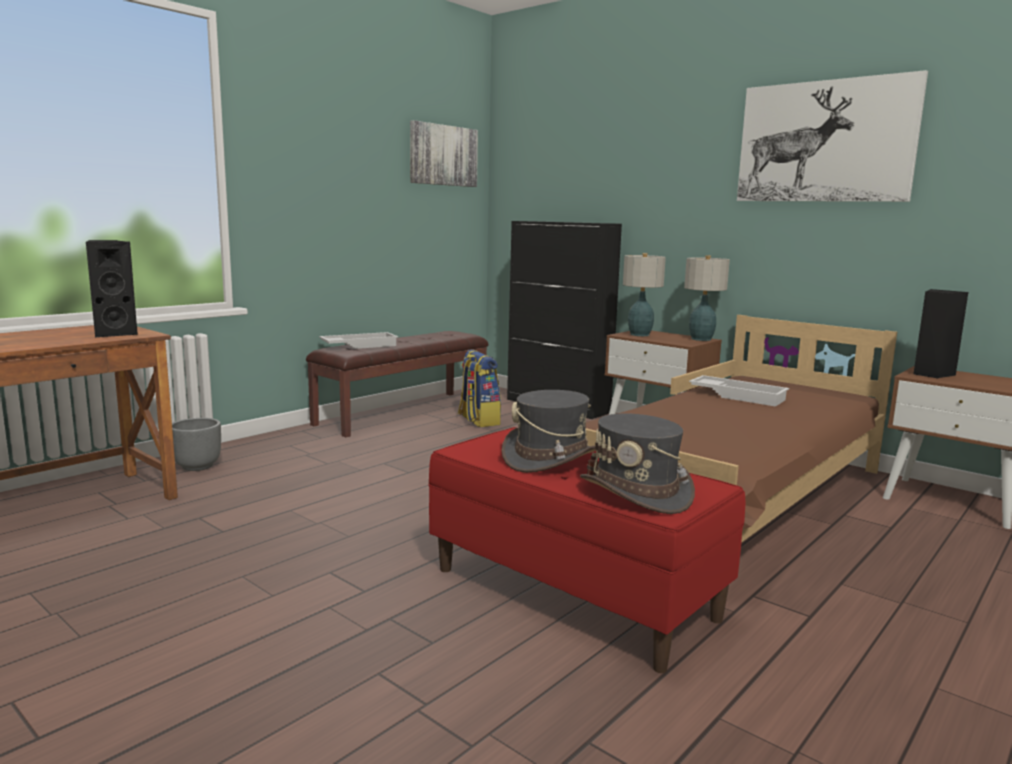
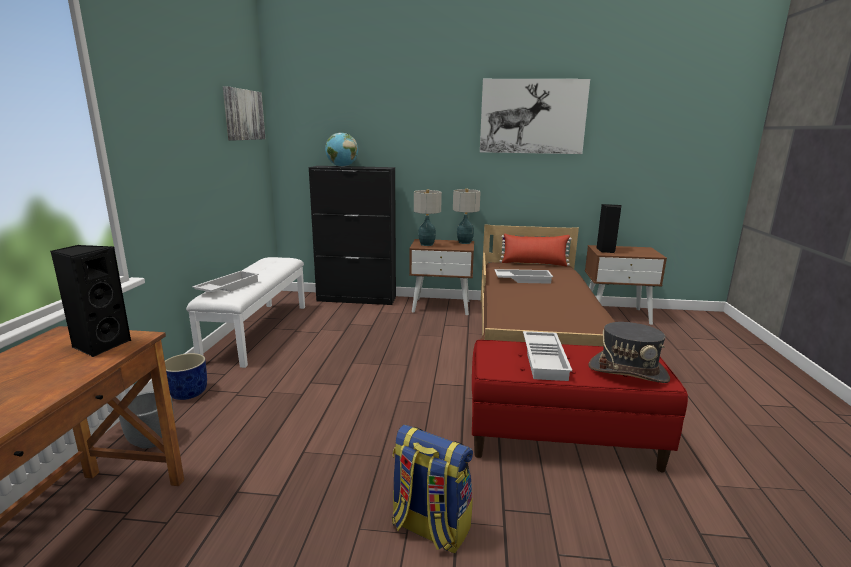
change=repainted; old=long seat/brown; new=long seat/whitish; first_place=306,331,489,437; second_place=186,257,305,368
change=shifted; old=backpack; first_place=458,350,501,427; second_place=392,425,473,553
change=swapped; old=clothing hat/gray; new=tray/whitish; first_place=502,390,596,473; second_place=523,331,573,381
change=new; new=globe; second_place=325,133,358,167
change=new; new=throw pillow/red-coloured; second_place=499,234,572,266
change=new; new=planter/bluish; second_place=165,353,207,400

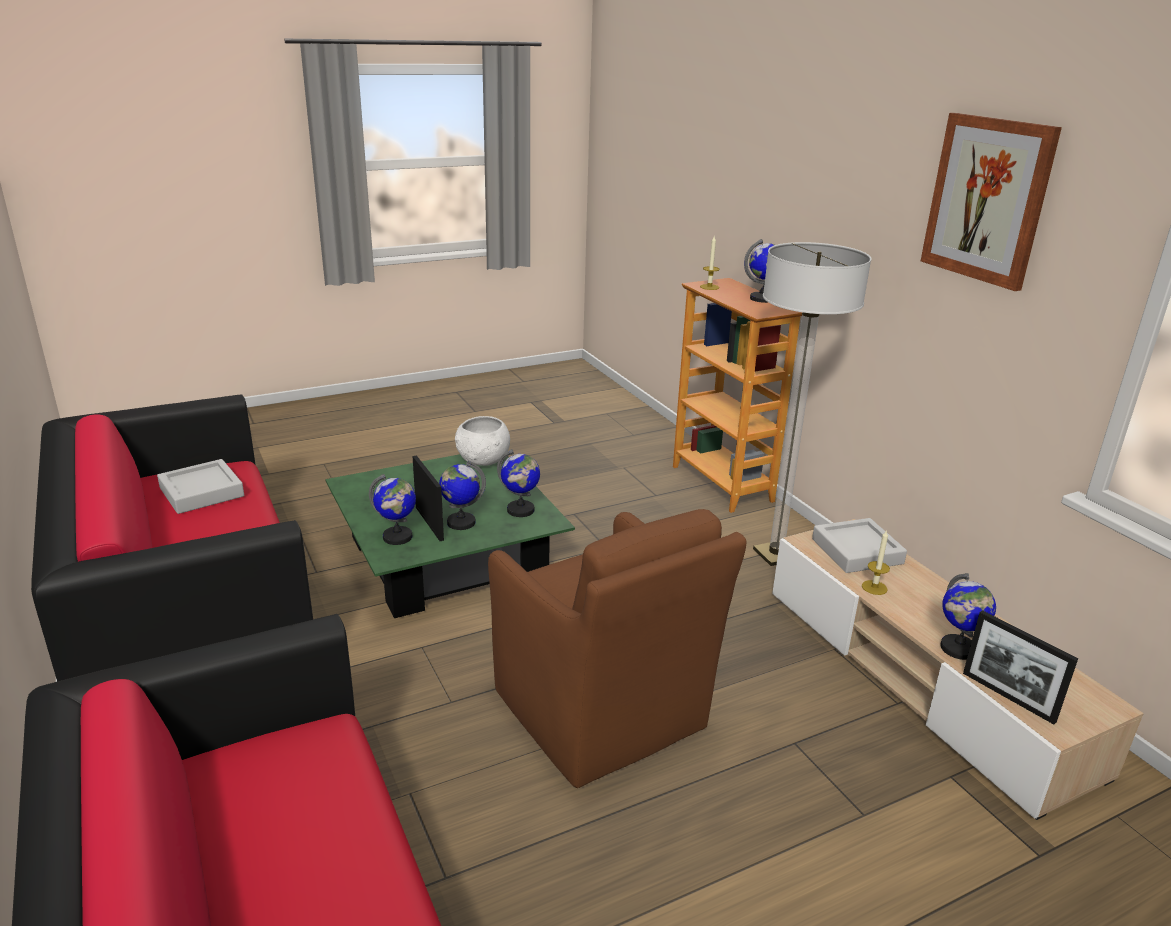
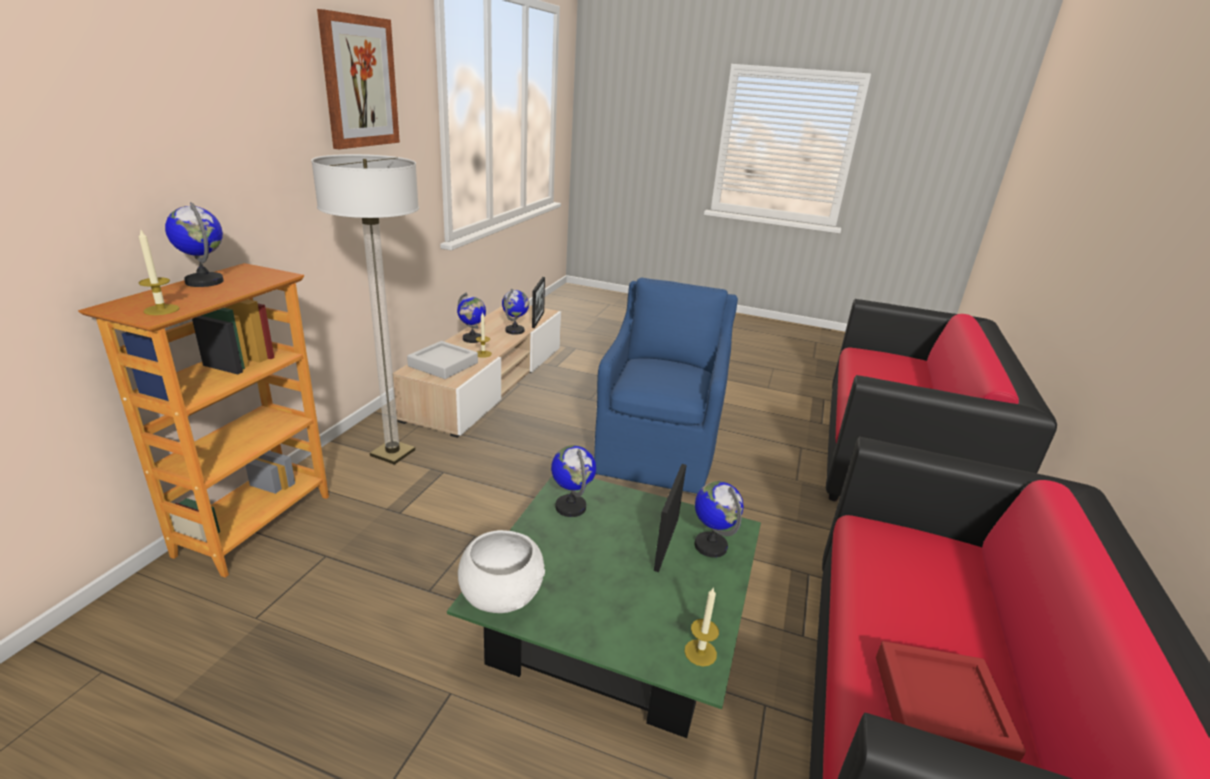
change=repainted; old=tray/gray; new=tray/red-coloured; first_place=157,459,244,514; second_place=876,641,1026,762
change=shifted; old=globe; first_place=439,461,486,530; second_place=457,292,486,343
change=repainted; old=armchair/brown; new=armchair/bluish; first_place=488,509,746,788; second_place=594,278,738,494
change=new; new=wax candle; second_place=684,588,719,666

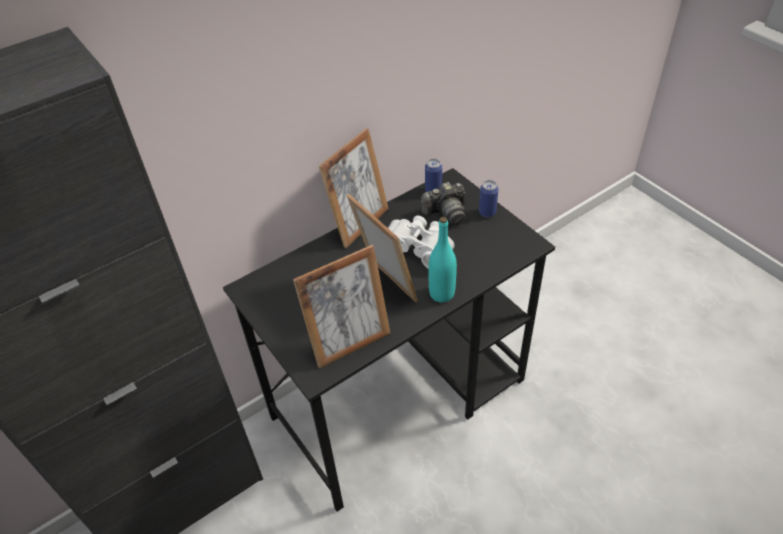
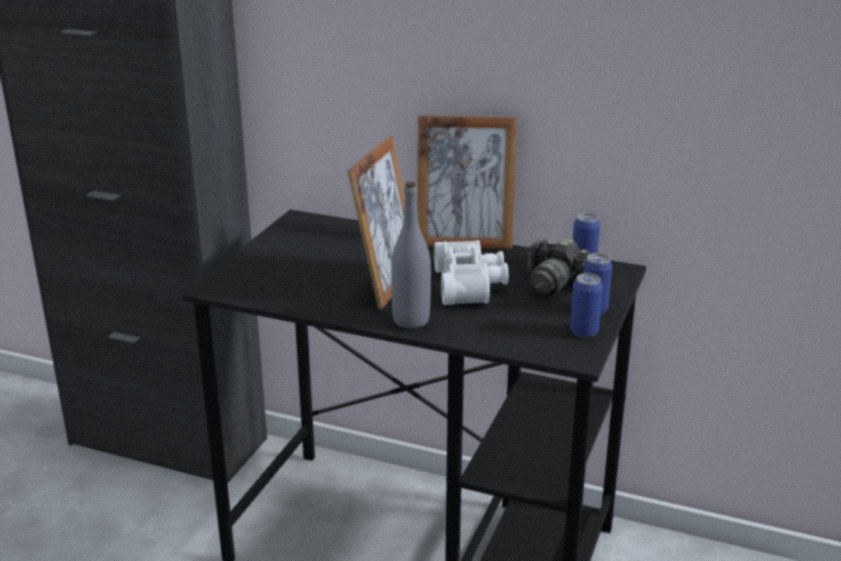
change=repainted; old=drink bottle/turquoise-coloured; new=drink bottle/gray; first_place=429,217,457,302; second_place=391,182,431,328
change=gone; old=photo frame; first_place=293,245,391,369
change=new; new=can; second_place=570,273,603,337

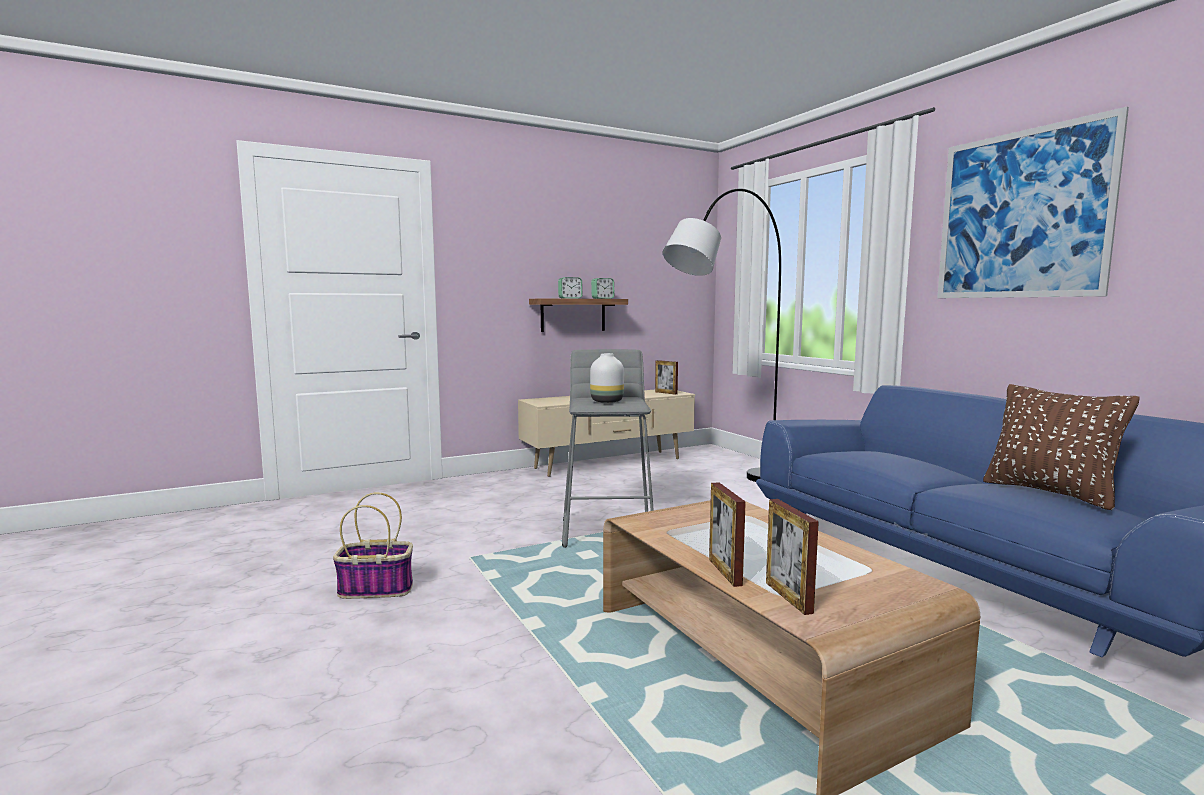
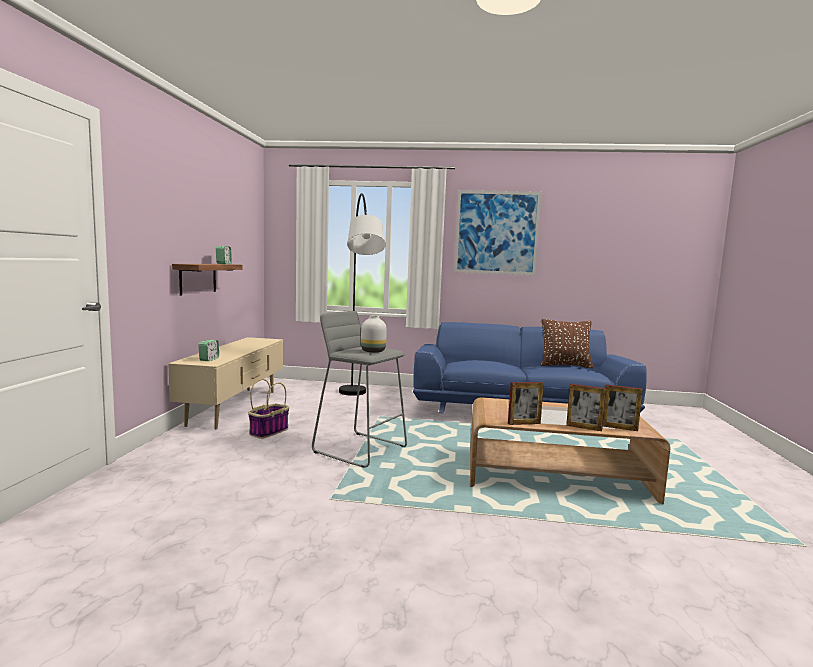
change=shifted; old=alarm clock; first_place=558,277,582,299; second_place=199,340,219,361
change=shifted; old=photo frame; first_place=655,360,678,395; second_place=508,382,544,425
change=shifted; old=storage basket; first_place=333,492,413,599; second_place=248,379,289,439

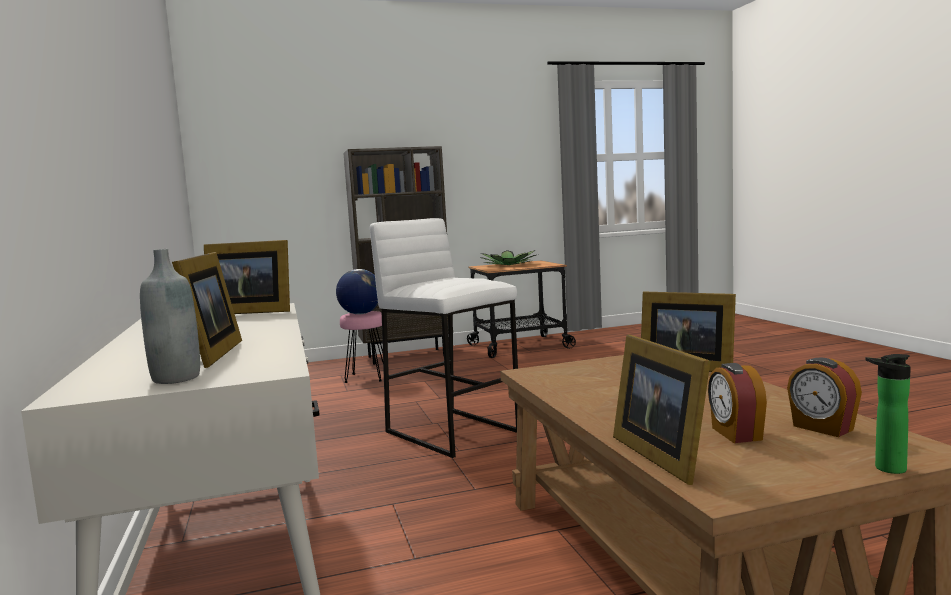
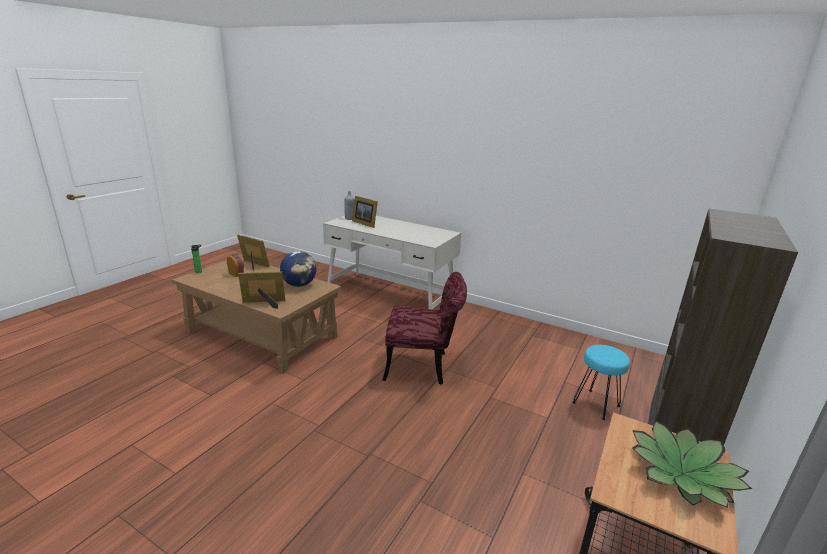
change=swapped; old=stool/whitish; new=chair/red-coloured; first_place=370,218,518,458; second_place=382,272,467,385
change=gone; old=photo frame; first_place=204,240,290,314
change=shifted; old=globe; first_place=336,269,378,314; second_place=280,251,316,287
change=repainted; old=stool/pink-coloured; new=stool/turquoise-coloured; first_place=340,311,383,383; second_place=572,345,630,420
change=gone; old=alarm clock; first_place=787,358,862,437

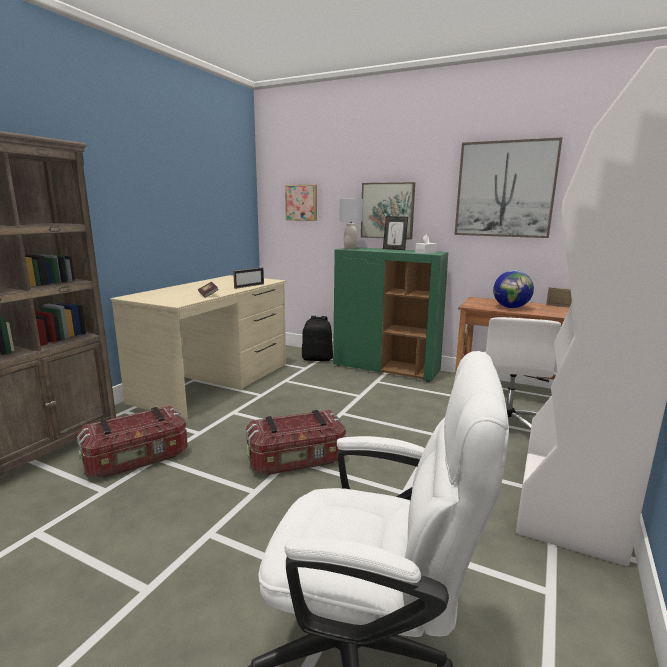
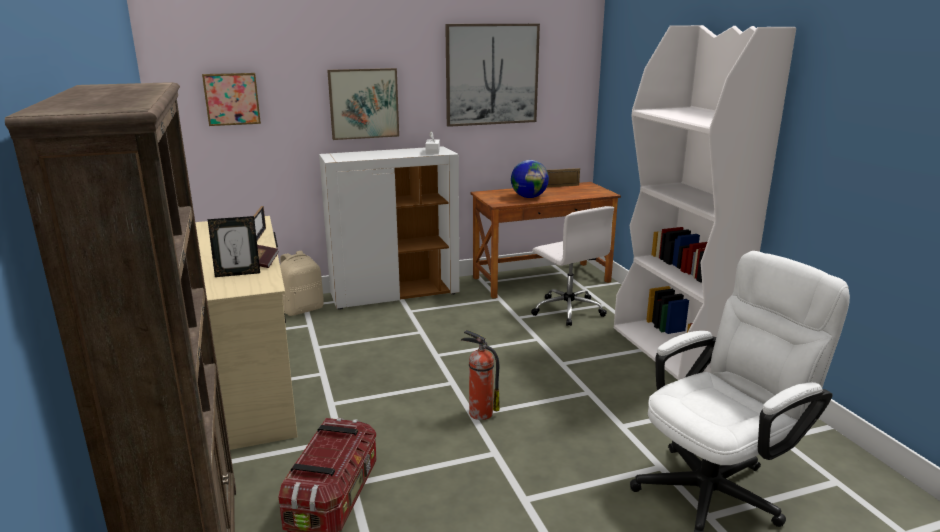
change=gone; old=lamp for a table/gray; first_place=339,199,363,249
change=shifted; old=photo frame; first_place=383,216,408,250; second_place=208,216,260,277
change=repainted; old=cabinet/green-coloured; new=cabinet/whitish; first_place=333,247,448,382; second_place=319,146,459,310
change=repainted; old=backpack/blackish; new=backpack/beige-coloured; first_place=302,316,333,361; second_place=280,251,324,316
change=swapped; old=storage bin; new=extinguisher; first_place=246,410,346,475; second_place=461,330,500,420

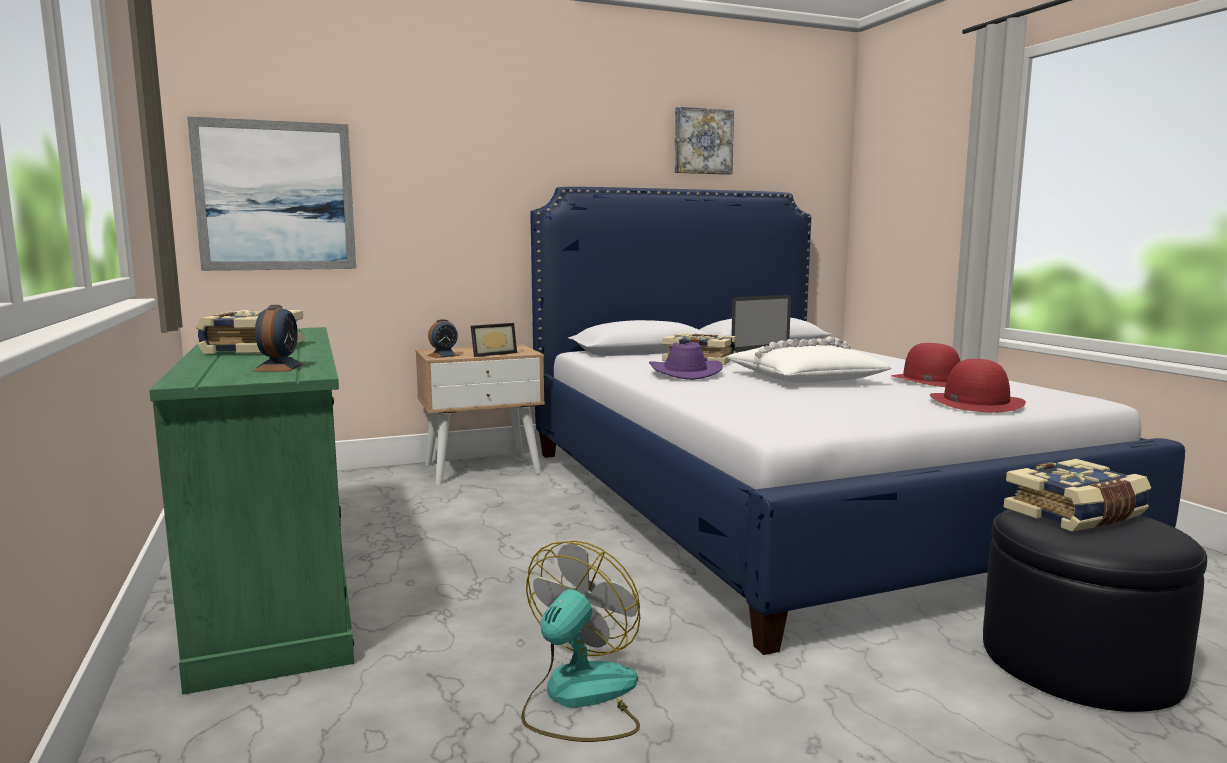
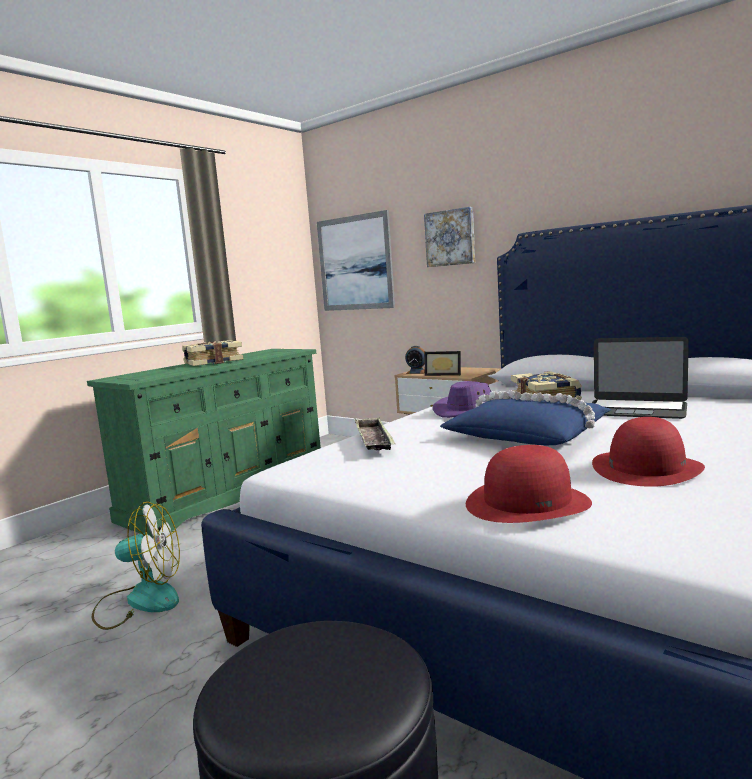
change=shifted; old=wall picture; first_place=674,107,734,175; second_place=424,207,475,267
change=gone; old=alarm clock; first_place=253,305,305,372
change=repainted; old=throw pillow/whitish; new=throw pillow/bluish; first_place=726,337,891,383; second_place=440,391,611,446
change=gone; old=book; first_place=1004,459,1151,531
change=new; new=tray; second_place=354,418,396,450

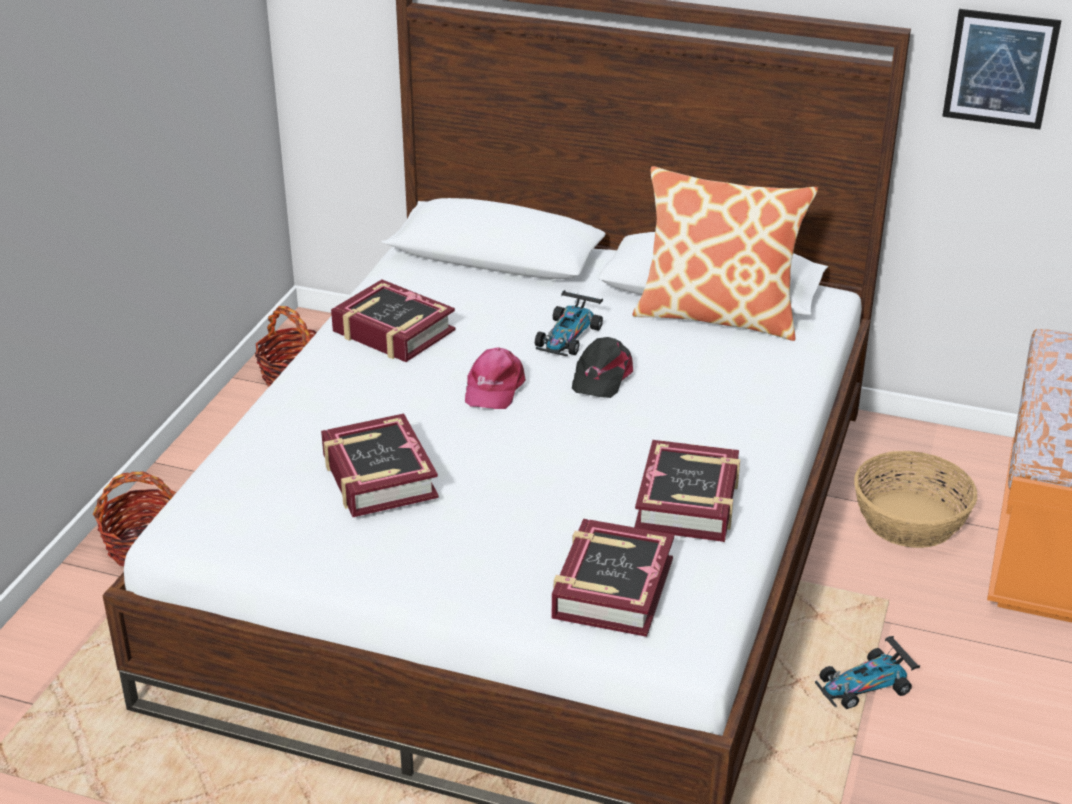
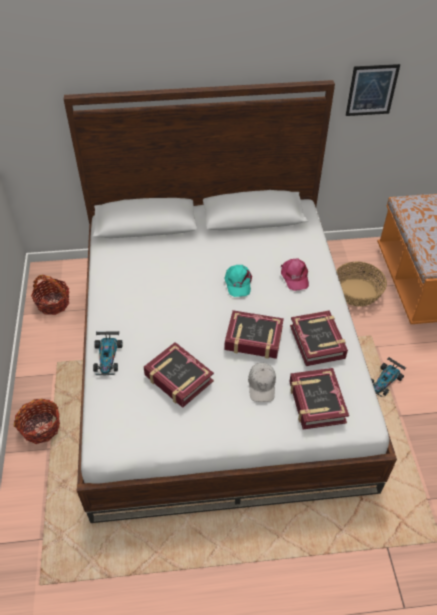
change=gone; old=throw pillow; first_place=632,166,818,341
change=shifted; old=book; first_place=331,279,455,362; second_place=225,310,284,359
change=shifted; old=model car; first_place=535,290,603,356; second_place=93,331,123,376
change=repainted; old=cap/blackish; new=cap/turquoise-coloured; first_place=572,337,633,398; second_place=224,265,252,297
change=shifted; old=cap/pink-coloured; first_place=465,347,526,409; second_place=280,258,309,291
change=new; new=cap/whitish; second_place=248,363,276,402

